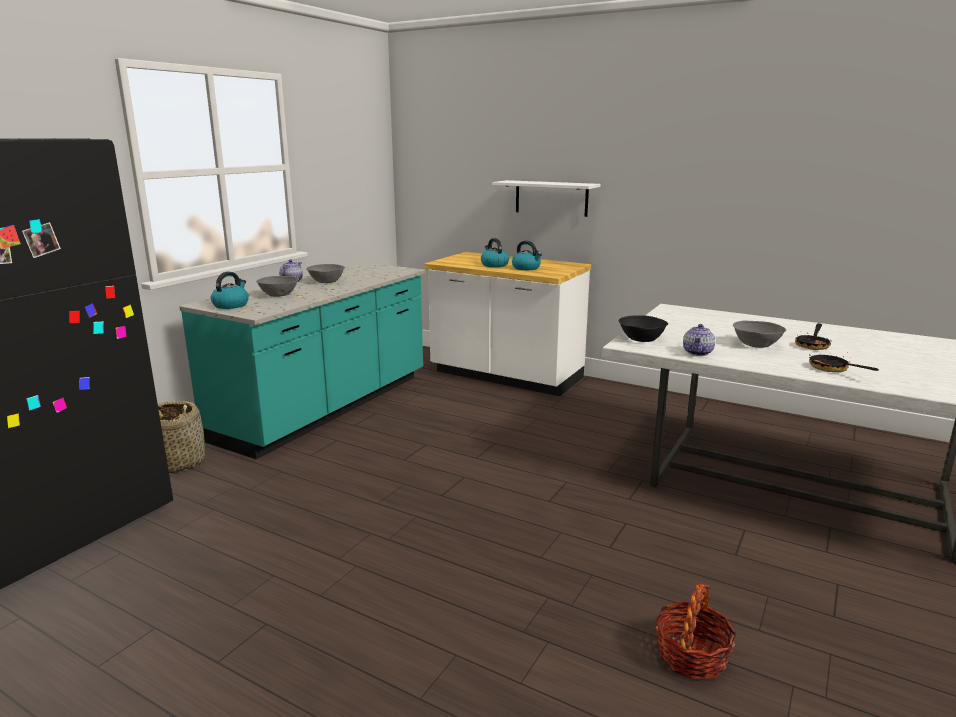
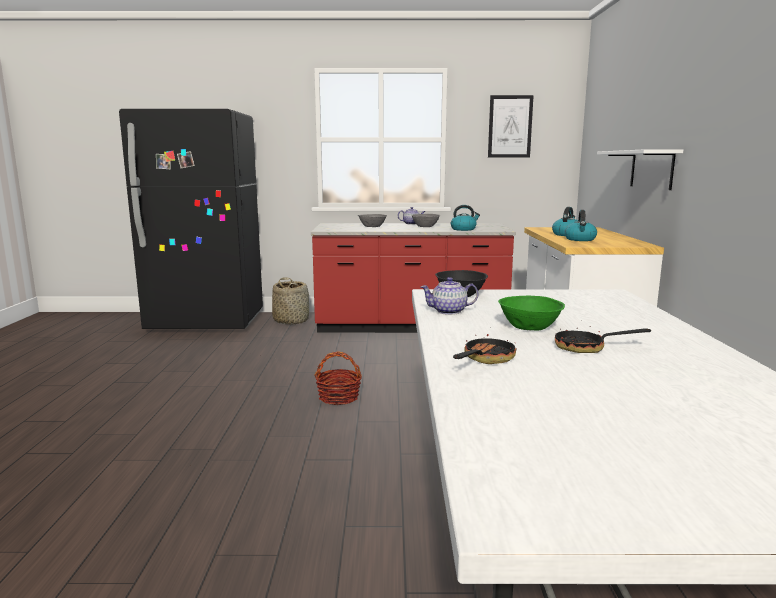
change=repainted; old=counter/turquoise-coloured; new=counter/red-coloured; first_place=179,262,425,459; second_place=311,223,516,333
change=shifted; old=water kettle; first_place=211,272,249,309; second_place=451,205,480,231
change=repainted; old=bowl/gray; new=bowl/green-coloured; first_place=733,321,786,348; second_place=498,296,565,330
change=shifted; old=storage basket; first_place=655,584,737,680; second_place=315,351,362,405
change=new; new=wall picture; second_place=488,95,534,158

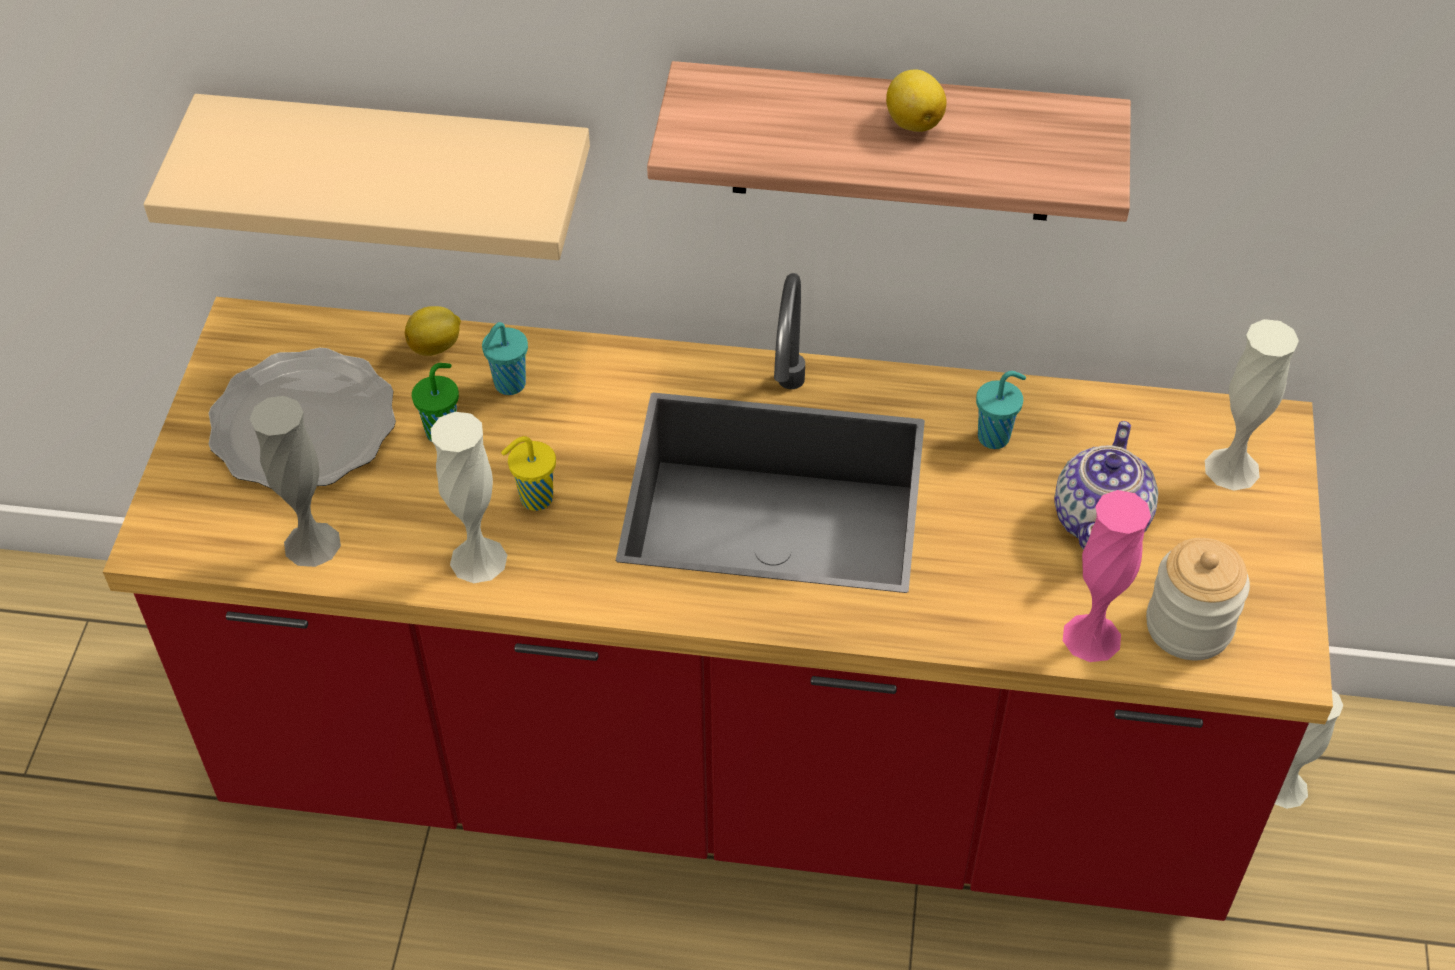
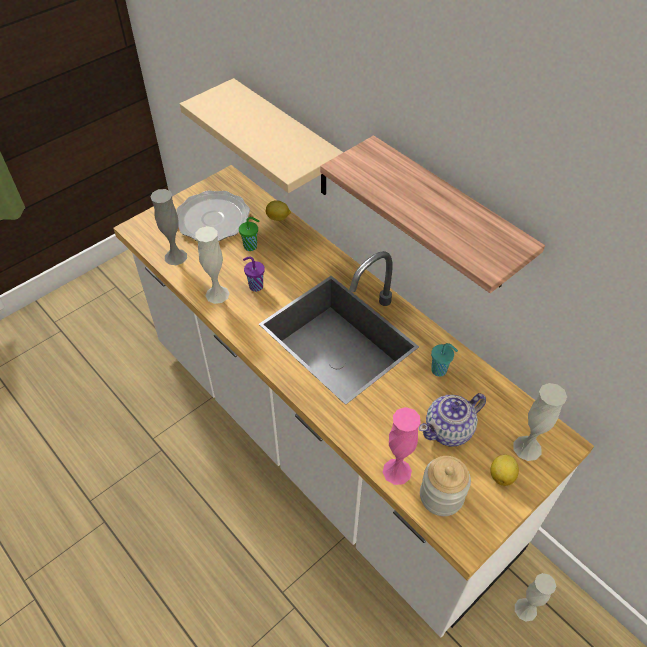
change=shifted; old=lemon; first_place=886,69,946,132; second_place=490,455,519,486
change=repainted; old=counter/red-coloured; new=counter/whitish; first_place=103,273,1333,921; second_place=113,165,594,637
change=gone; old=cup/turquoise-coloured; first_place=482,322,528,395
change=repainted; old=cup/yellow; new=cup/purple; first_place=501,436,556,511; second_place=243,256,265,292

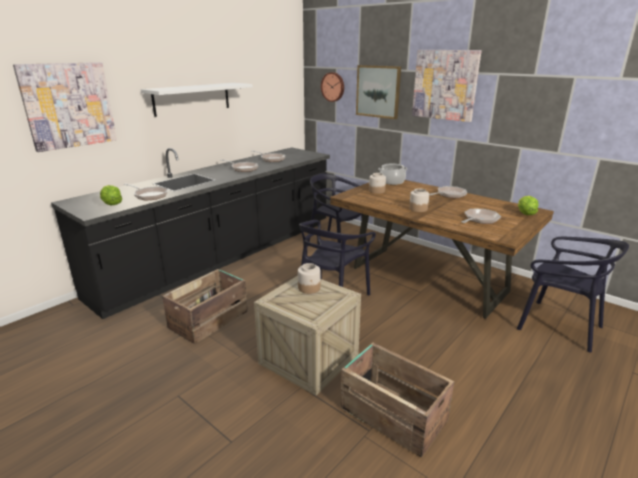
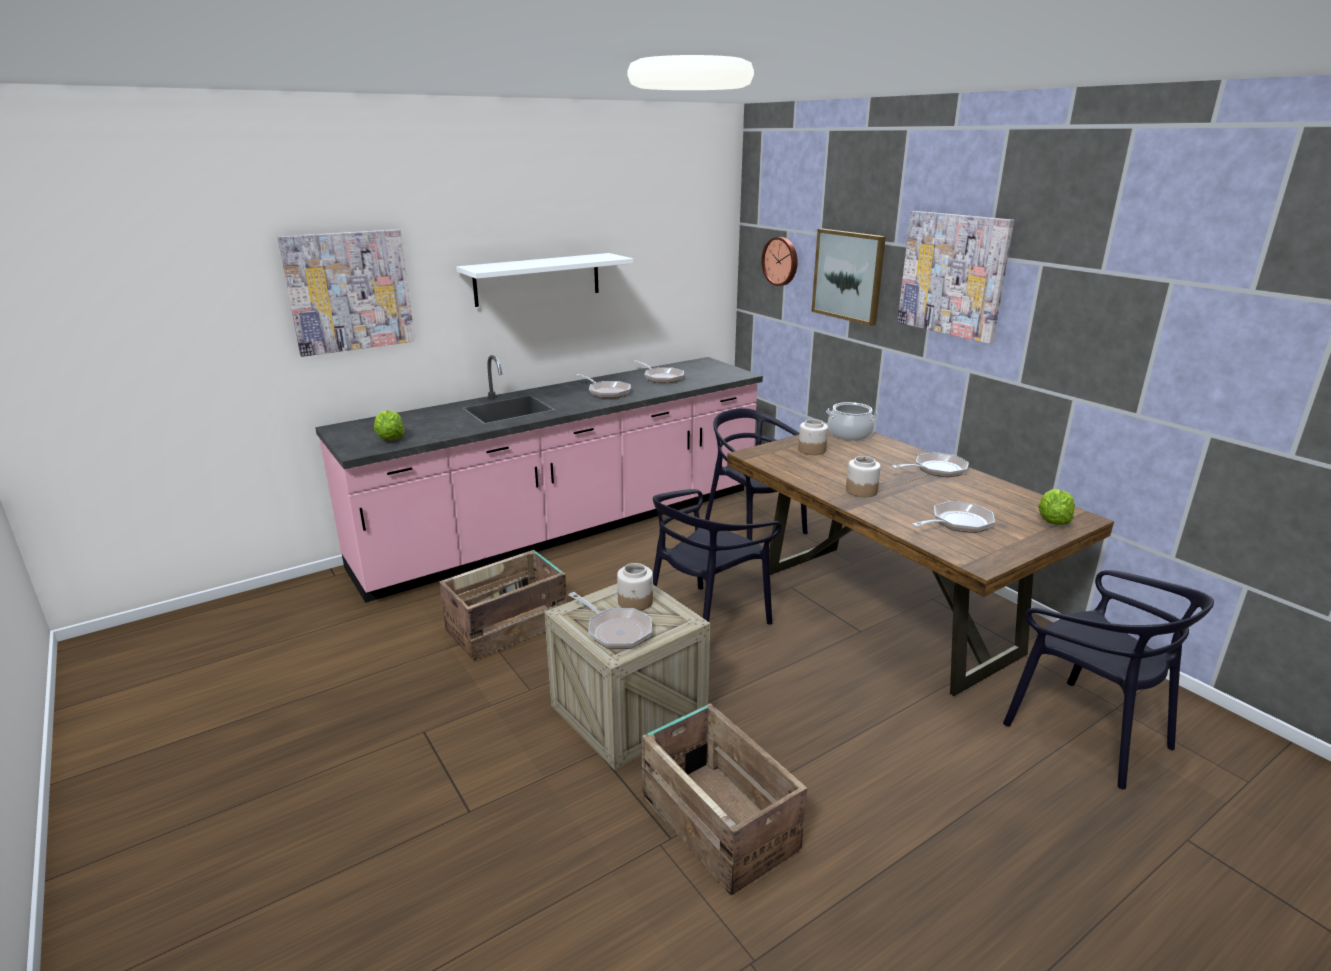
change=repainted; old=counter/blackish; new=counter/pink-coloured; first_place=51,147,330,319; second_place=315,355,763,603
change=shifted; old=skillet; first_place=124,183,168,201; second_place=568,592,652,649

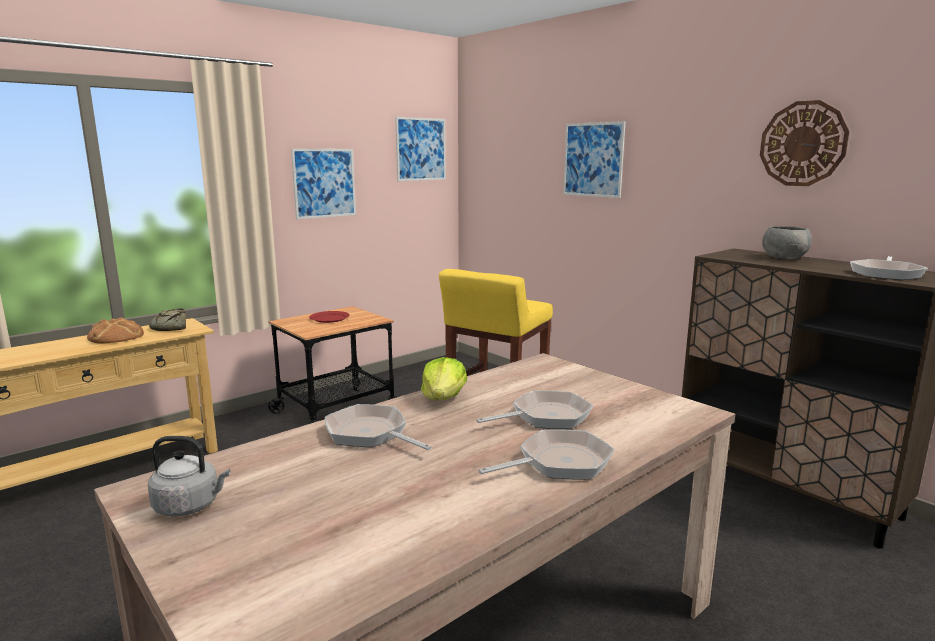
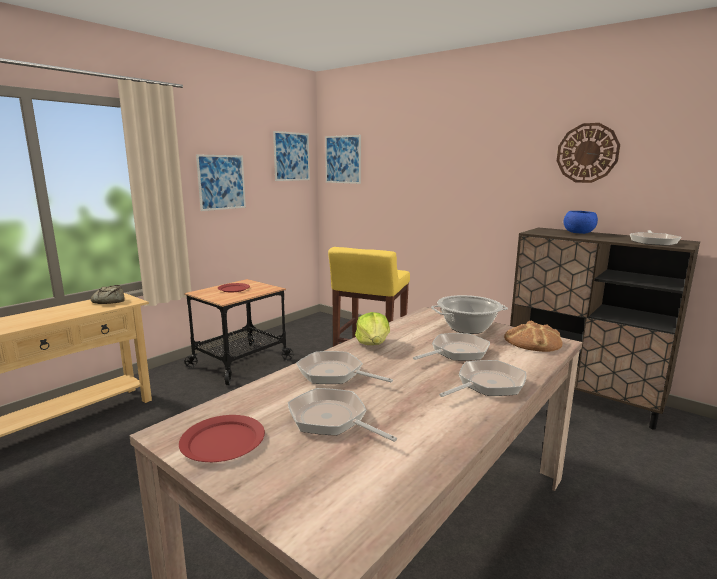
change=shifted; old=wall picture; first_place=563,121,626,198; second_place=325,135,361,184
change=repainted; old=bowl/gray; new=bowl/bluish; first_place=762,226,812,259; second_place=564,211,598,234
change=shifted; old=baked bread; first_place=87,317,144,343; second_place=504,320,563,352
change=swapped; old=water kettle/gray; new=flat dish/red-coloured; first_place=148,436,230,517; second_place=179,415,265,462
change=new; new=stockpot; second_place=431,295,508,334
change=new; new=skillet; second_place=288,388,397,442

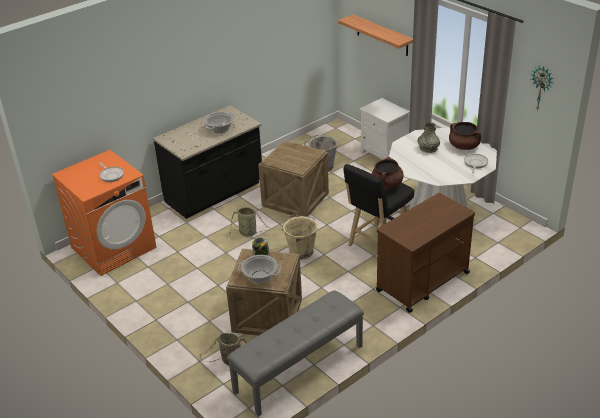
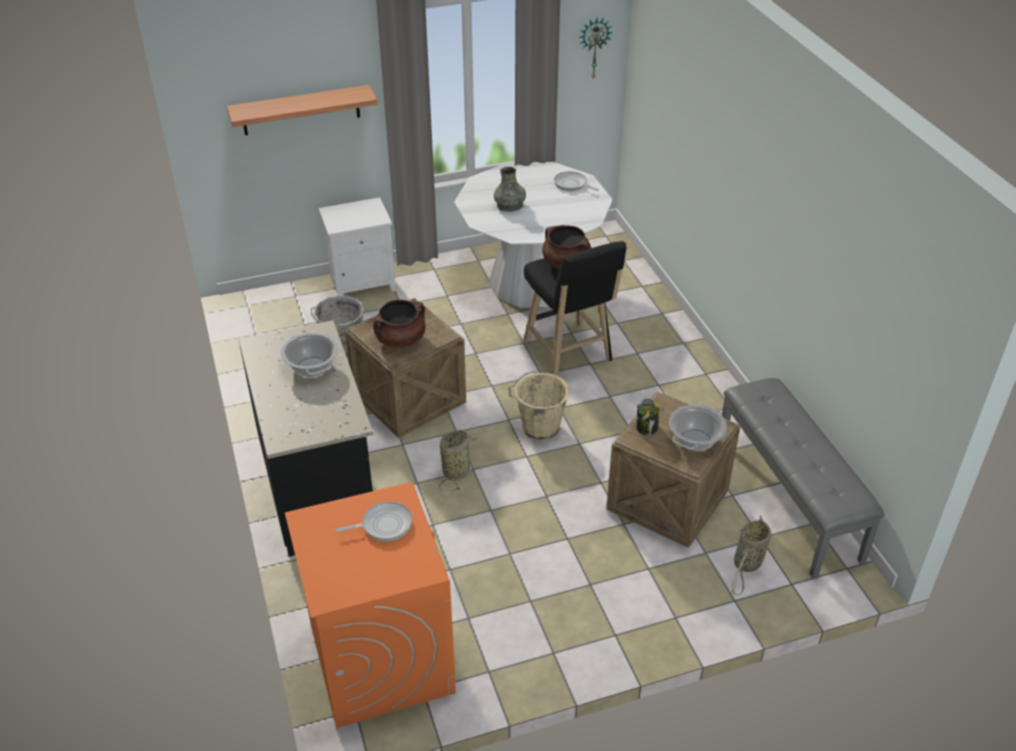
change=shifted; old=stockpot/brown; first_place=449,122,481,150; second_place=373,300,425,348
change=gone; old=wheeled cart/brown; first_place=376,193,475,313

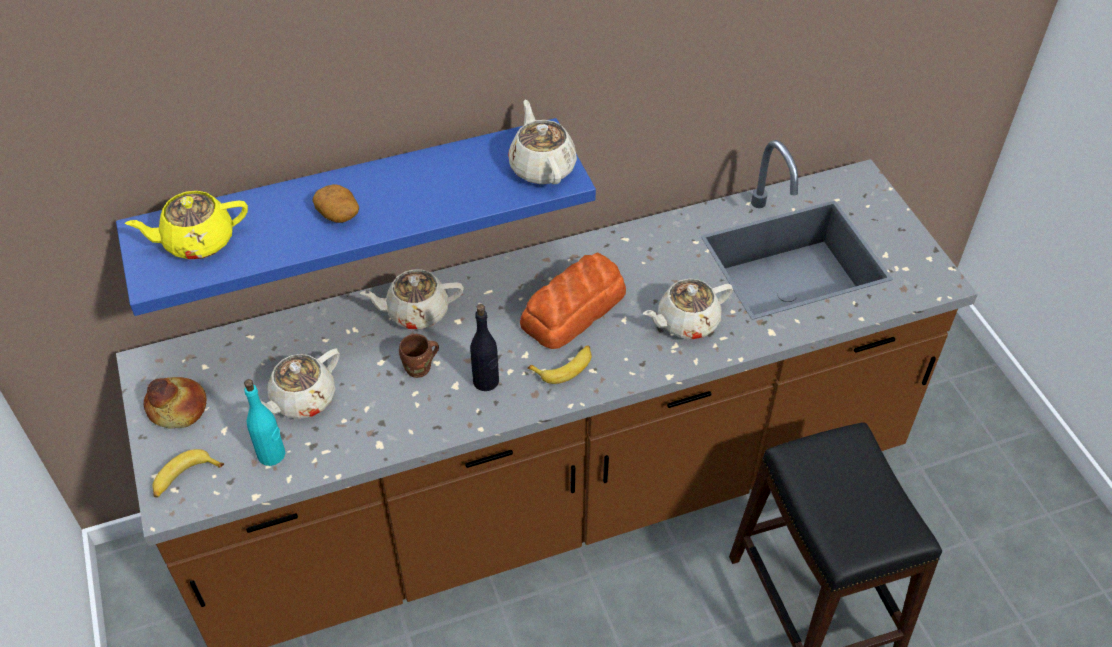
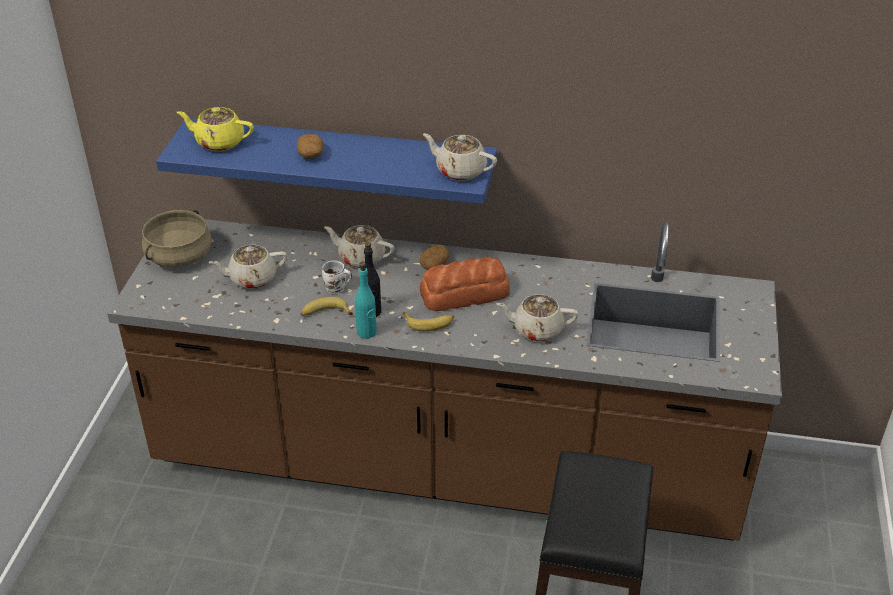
change=rotated; old=tea pot/beige-coloured; first_place=508,100,577,184; second_place=423,133,497,181; degrees=-75
change=repainted; old=mug/brown; new=mug/whitish; first_place=399,334,439,378; second_place=322,261,352,294
change=swapped; old=baked bread; new=stockpot/beige-coloured; first_place=144,377,207,429; second_place=142,210,212,267
change=shifted; old=drink bottle/turquoise-coloured; first_place=244,379,286,466; second_place=355,262,377,339
change=shifted; old=banana; first_place=152,449,224,497; second_place=301,297,353,316
change=new; new=potato; second_place=420,245,450,270

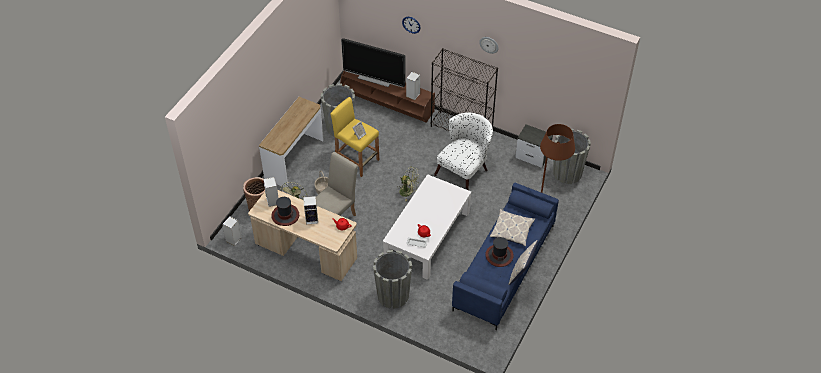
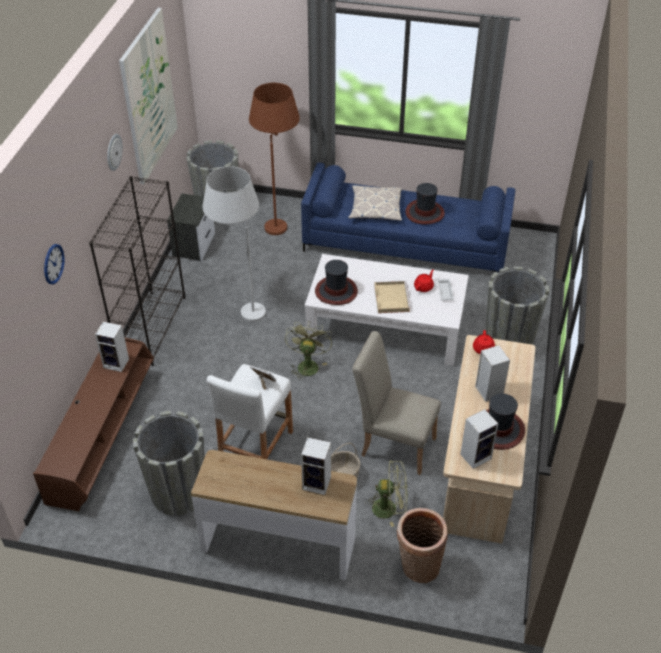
change=gone; old=TV set; first_place=341,38,406,87
change=repainted; old=stool/yellow; new=stool/whitish; first_place=330,97,379,177; second_place=206,364,293,459
change=swapped; old=armchair/whitish; new=standard lamp/whitish; first_place=434,113,493,190; second_place=203,166,266,322
change=shifted; old=audio speaker; first_place=222,216,242,246; second_place=301,437,331,495
change=gone; old=throw pillow; first_place=509,240,538,285
change=new; new=wall picture; second_place=119,8,178,184
change=new; new=clothing hat; second_place=315,260,358,305
change=new; new=tray/beige-coloured; second_place=374,281,411,313

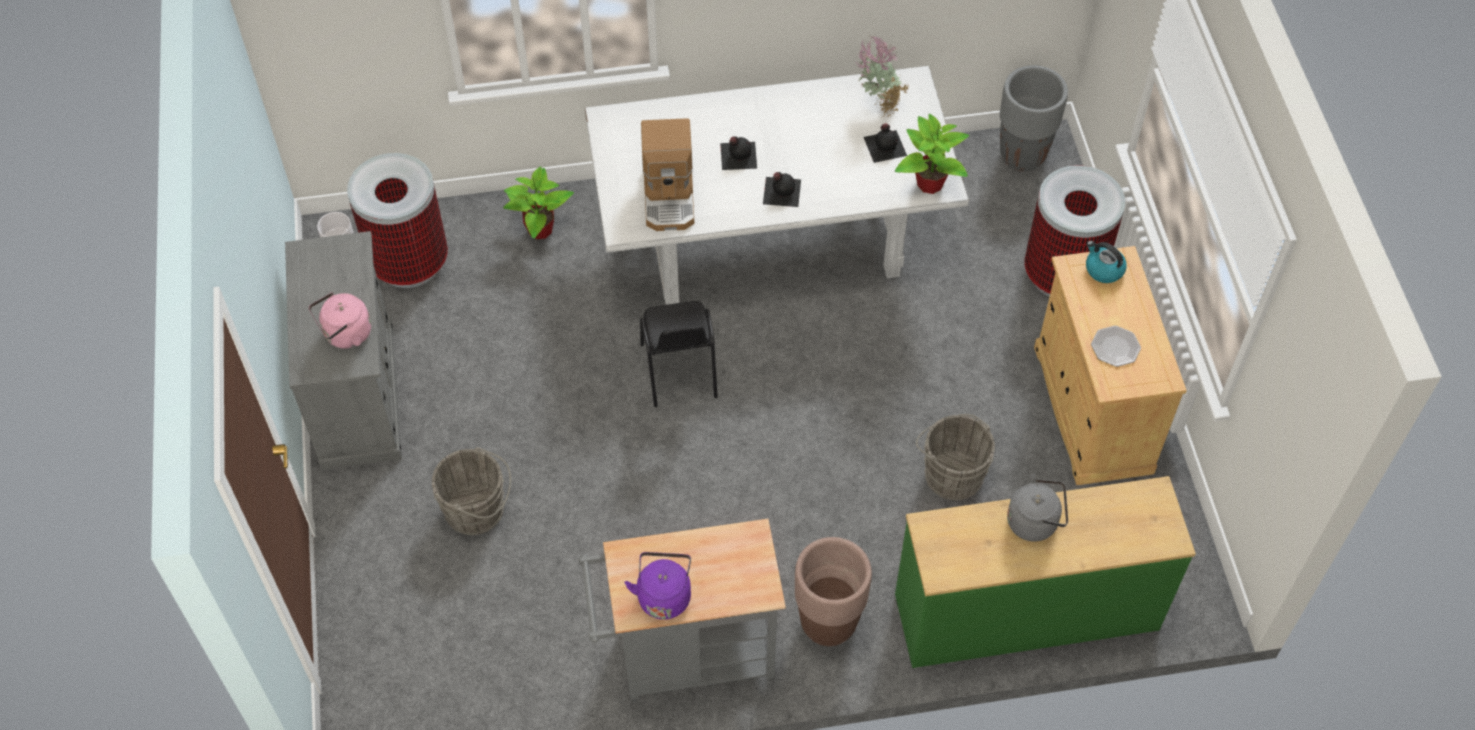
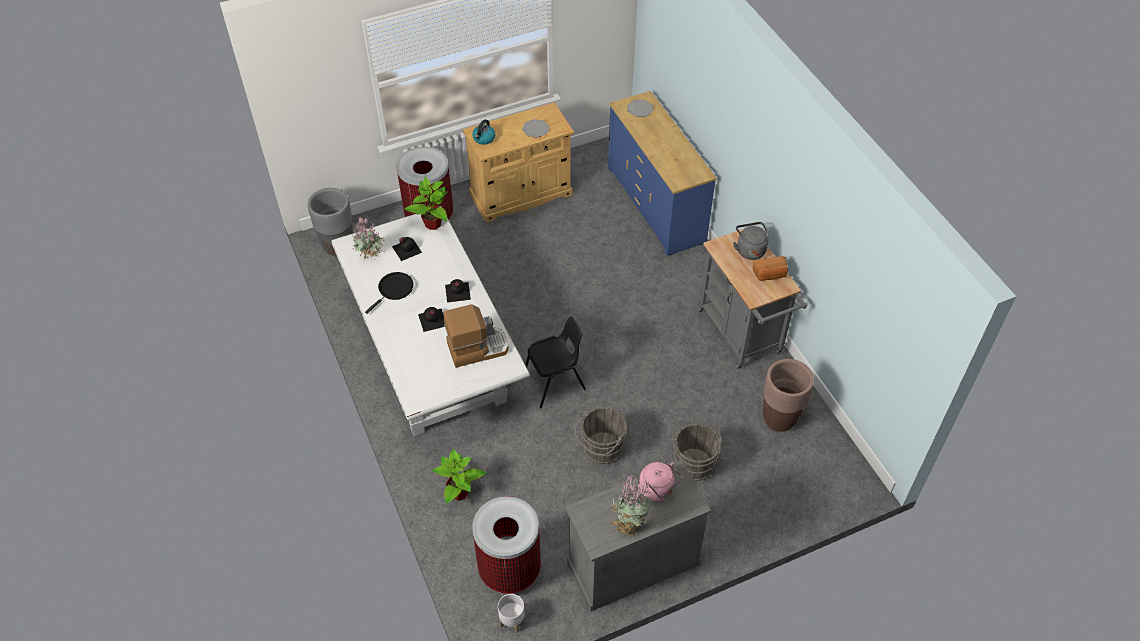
change=shifted; old=water bucket/gray; first_place=916,414,995,500; second_place=575,407,627,464
change=shifted; old=water kettle/gray; first_place=1007,474,1068,542; second_place=733,222,769,260
change=repainted; old=drawer chest/green-coloured; new=drawer chest/bluish; first_place=895,476,1196,668; second_place=608,91,717,256
change=shifted; old=planter/brown; first_place=795,537,872,646; second_place=763,359,814,432
change=swapped; old=water kettle/purple; new=baked bread; first_place=625,552,691,620; second_place=752,256,788,281
change=new; new=flat dish; second_place=628,100,653,117
change=new; new=skillet/blackish; second_place=365,272,414,314
change=new; new=potted plant; second_place=610,473,651,537

